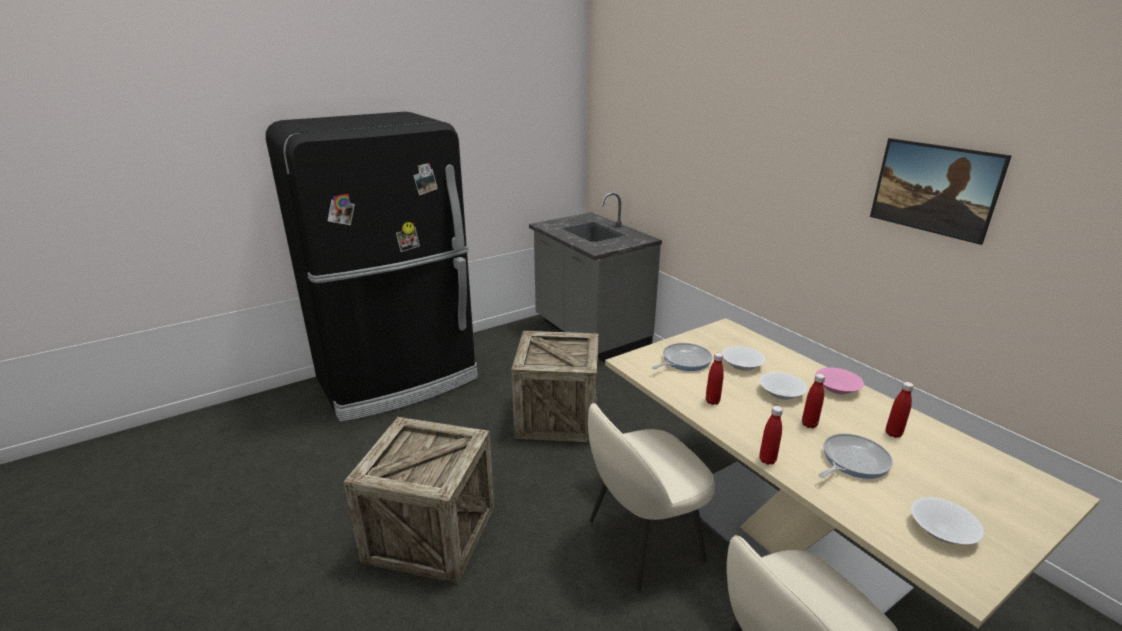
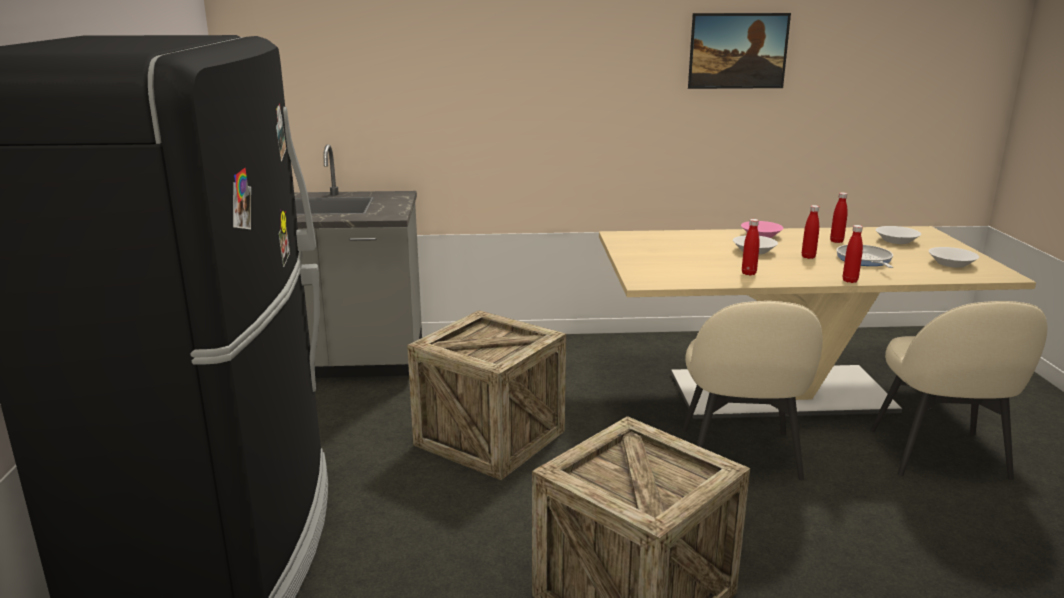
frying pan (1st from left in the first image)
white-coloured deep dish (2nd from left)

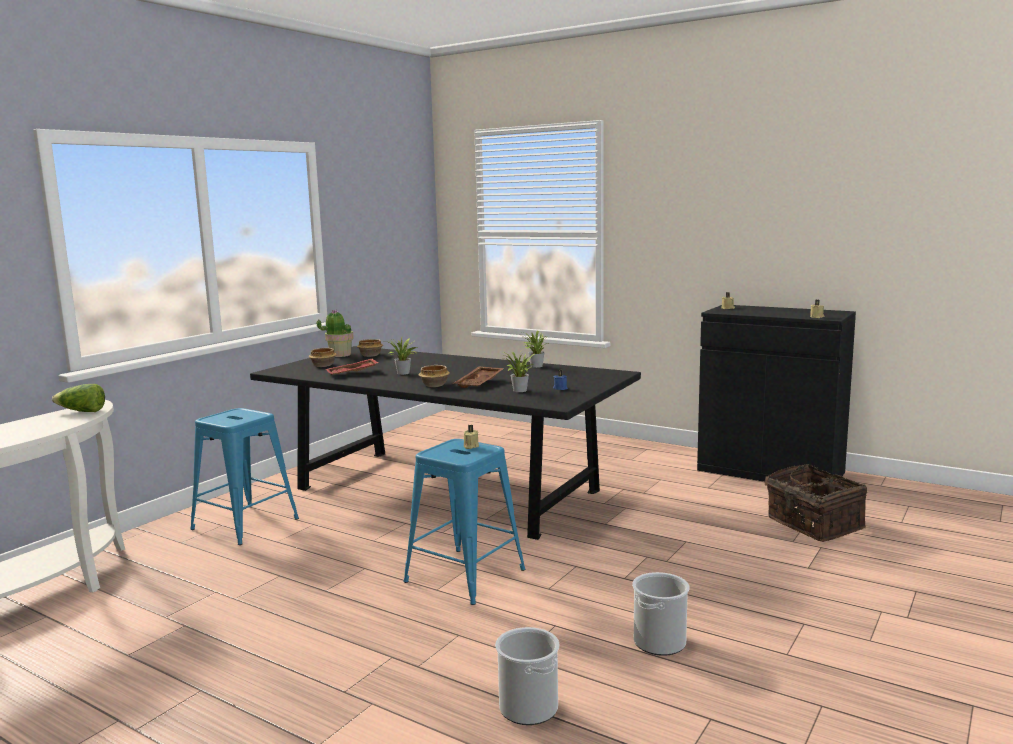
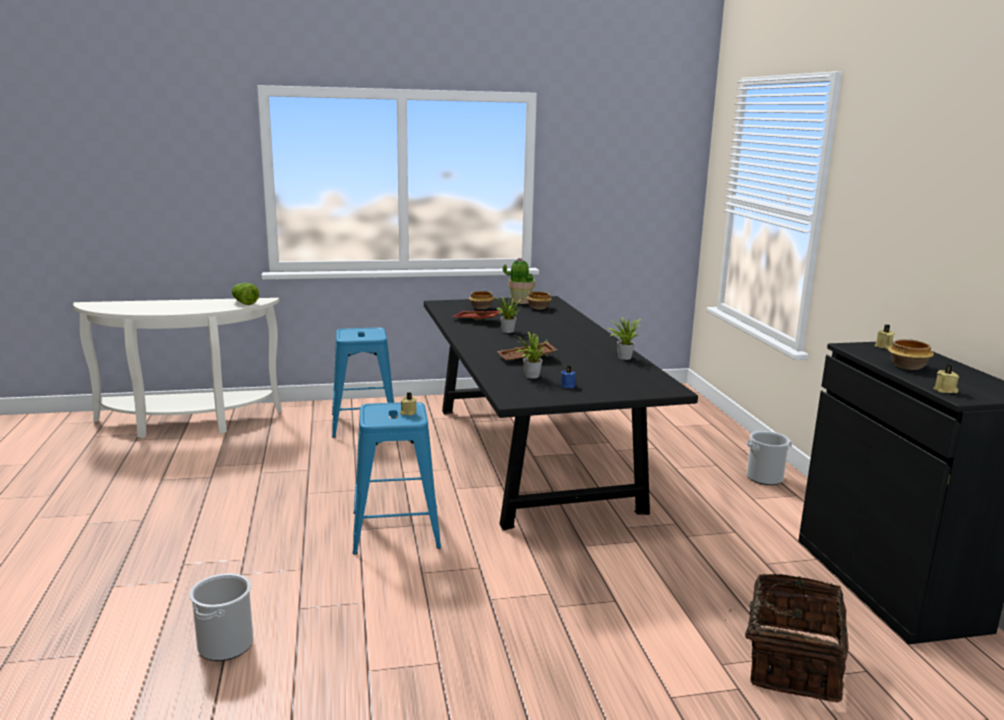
deep dish (3rd from left)
pail (2nd from left)

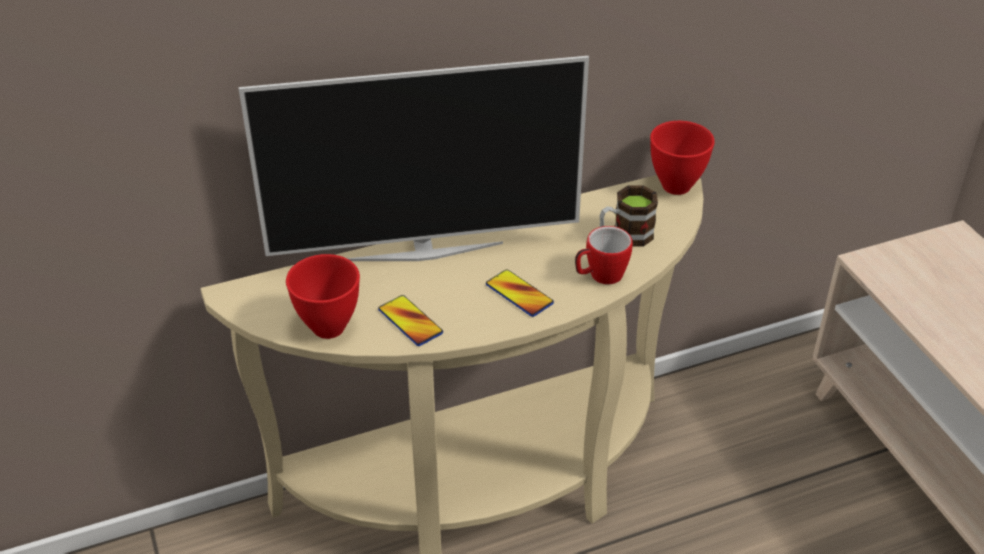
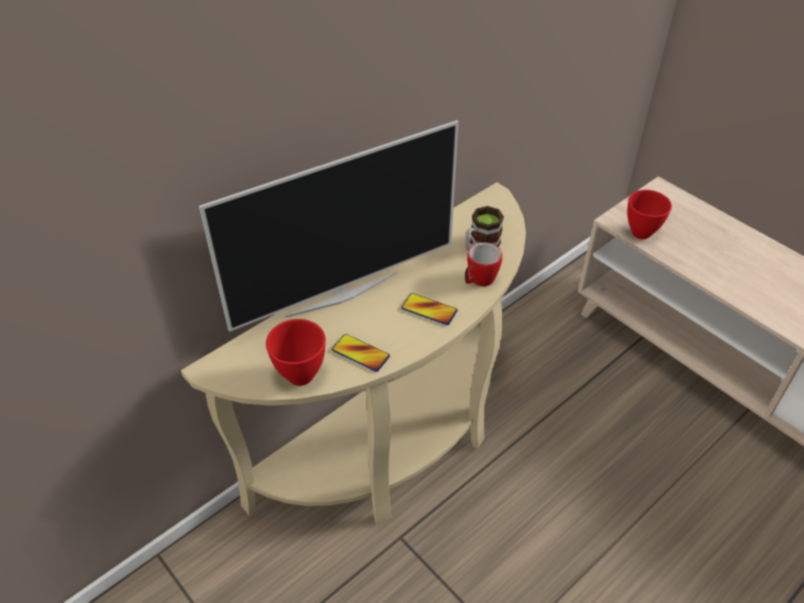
red-coloured deep dish (2nd from left)

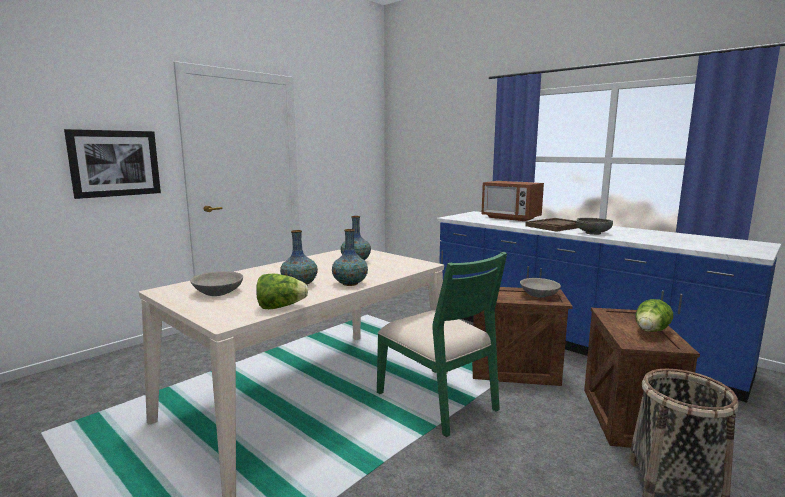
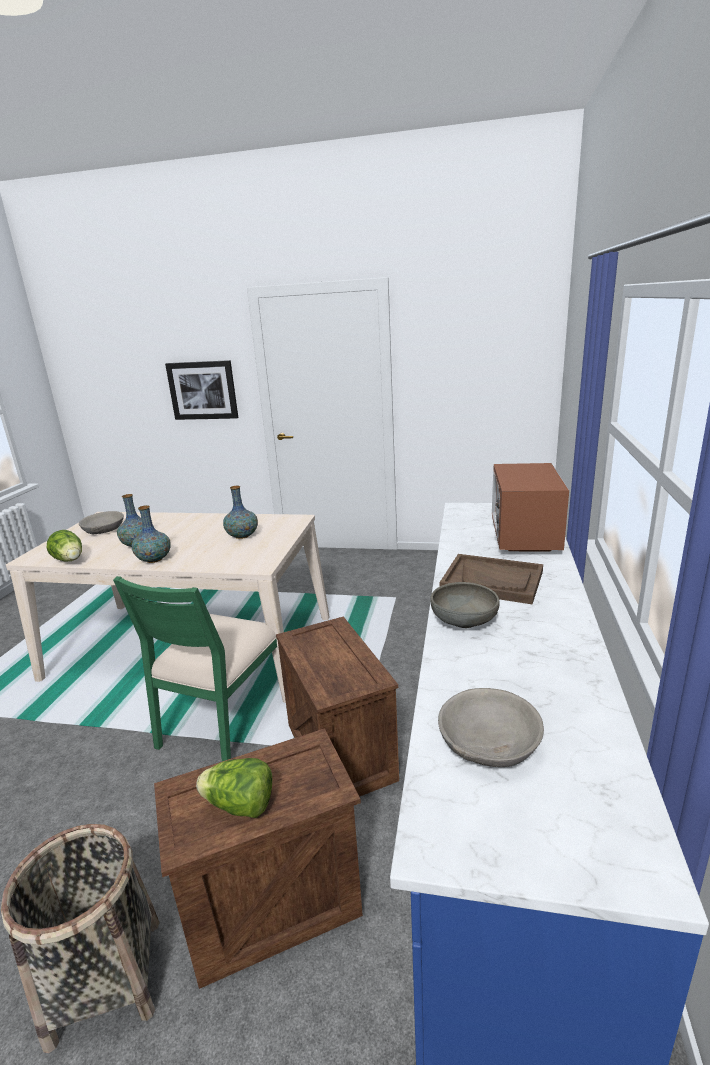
gray deep dish (3rd from left)

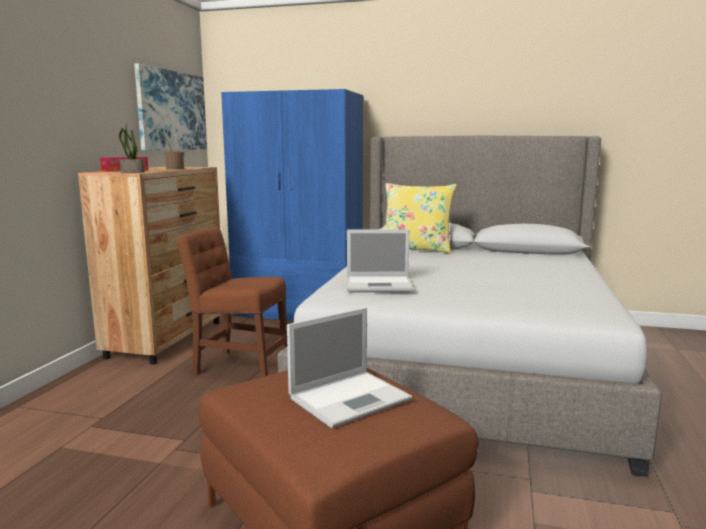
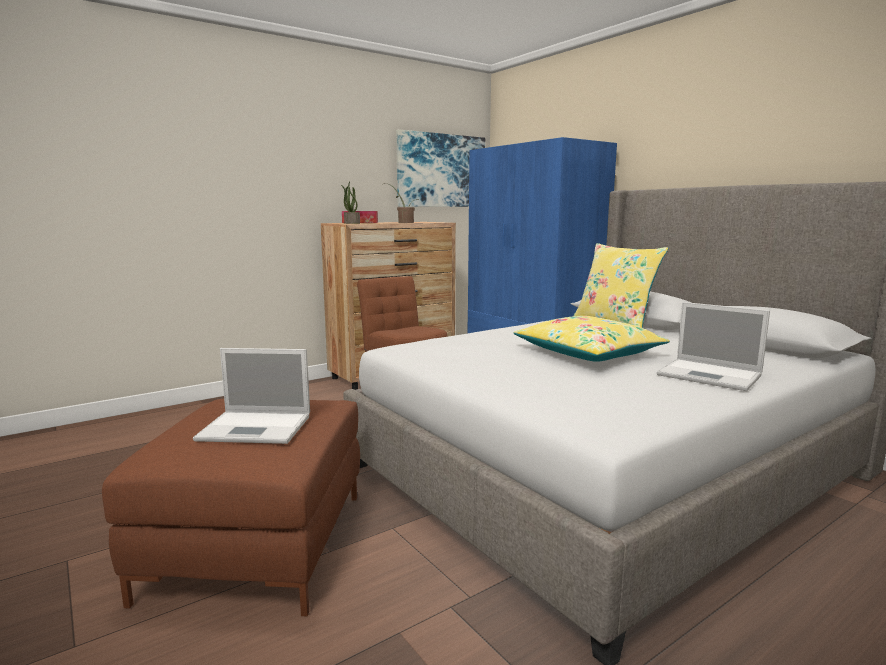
yellowish cushion (1st from left)
notebook computer (2nd from left)

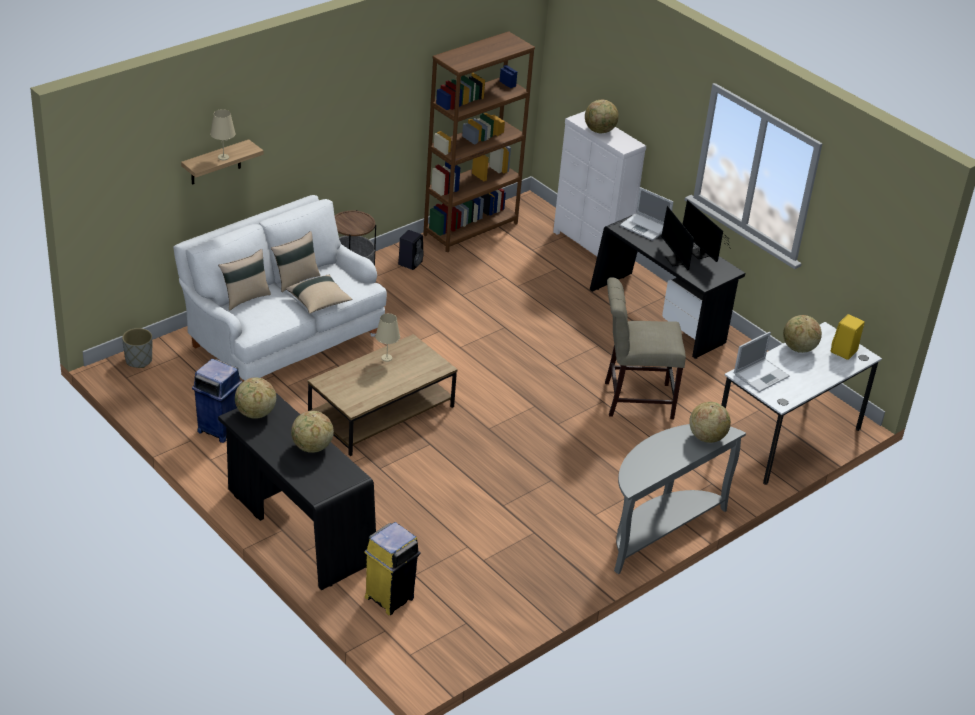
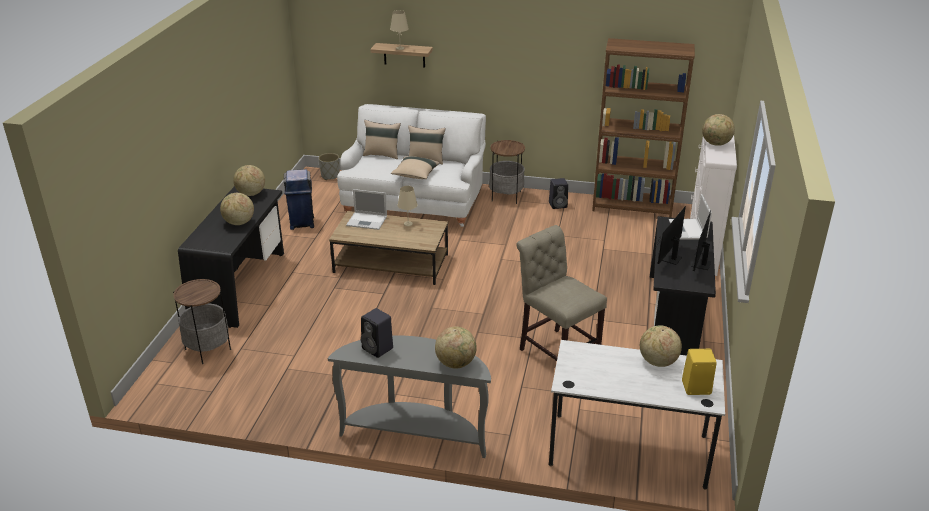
black speaker (1st from left)
notebook computer (1st from left)
side table (1st from left)

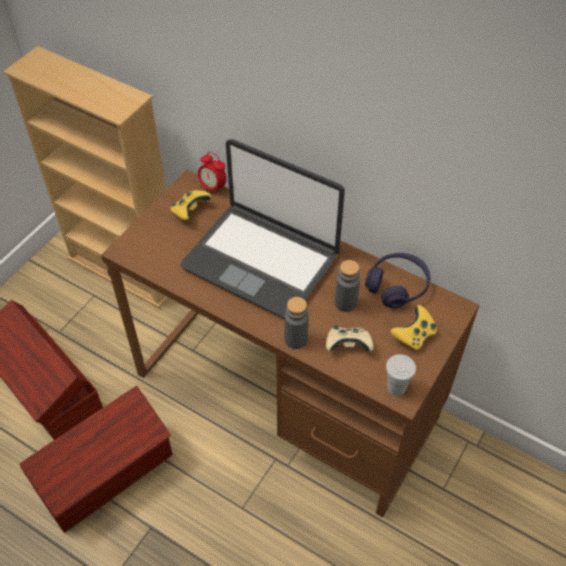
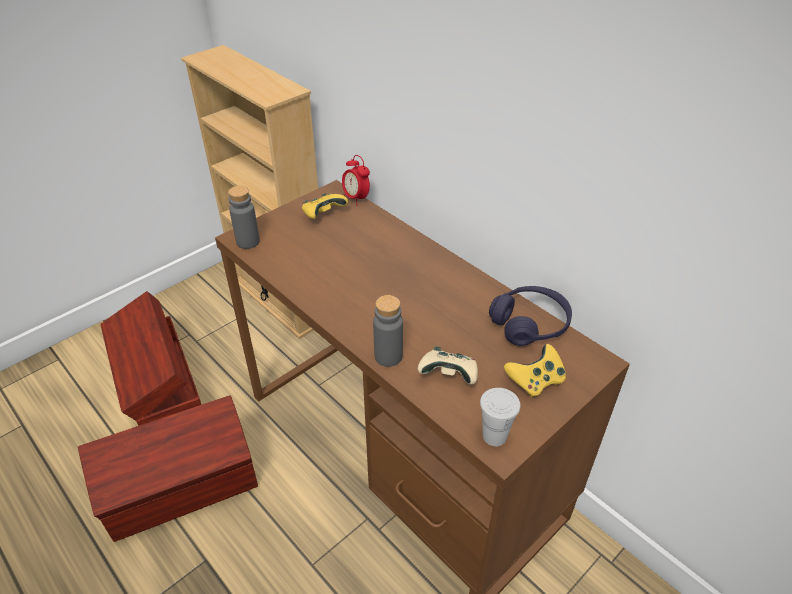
notebook computer
gray bottle (1st from left)

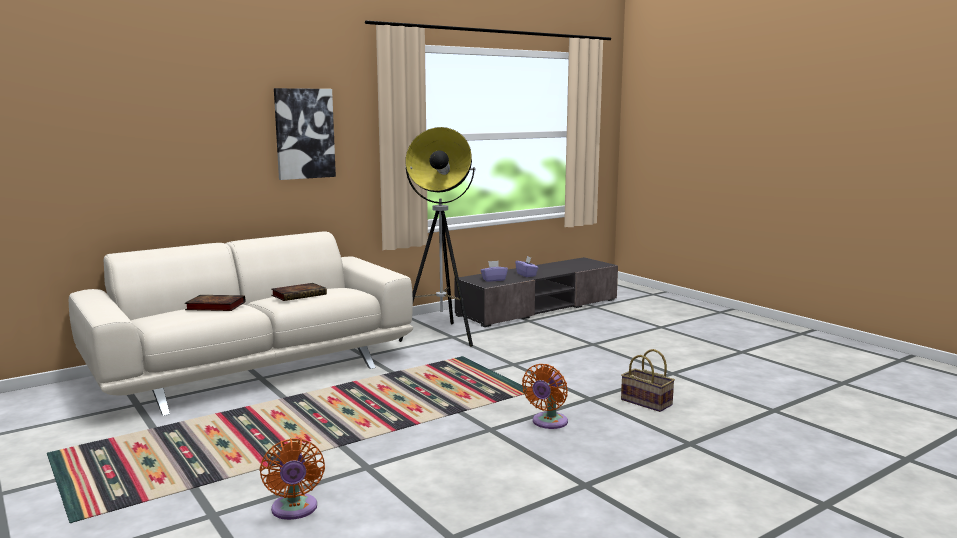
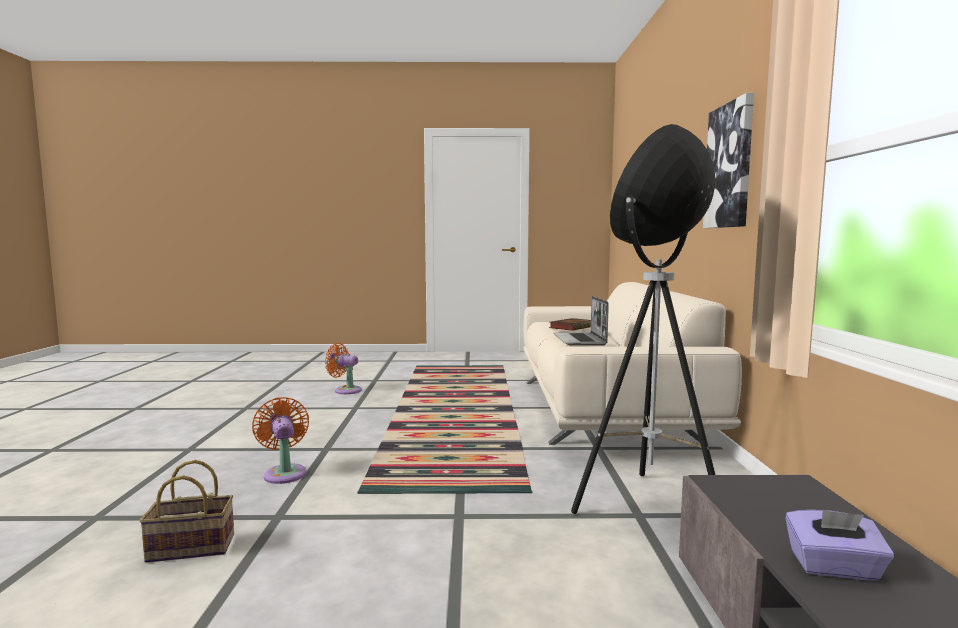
purple tissue box (1st from left in the first image)
notebook computer

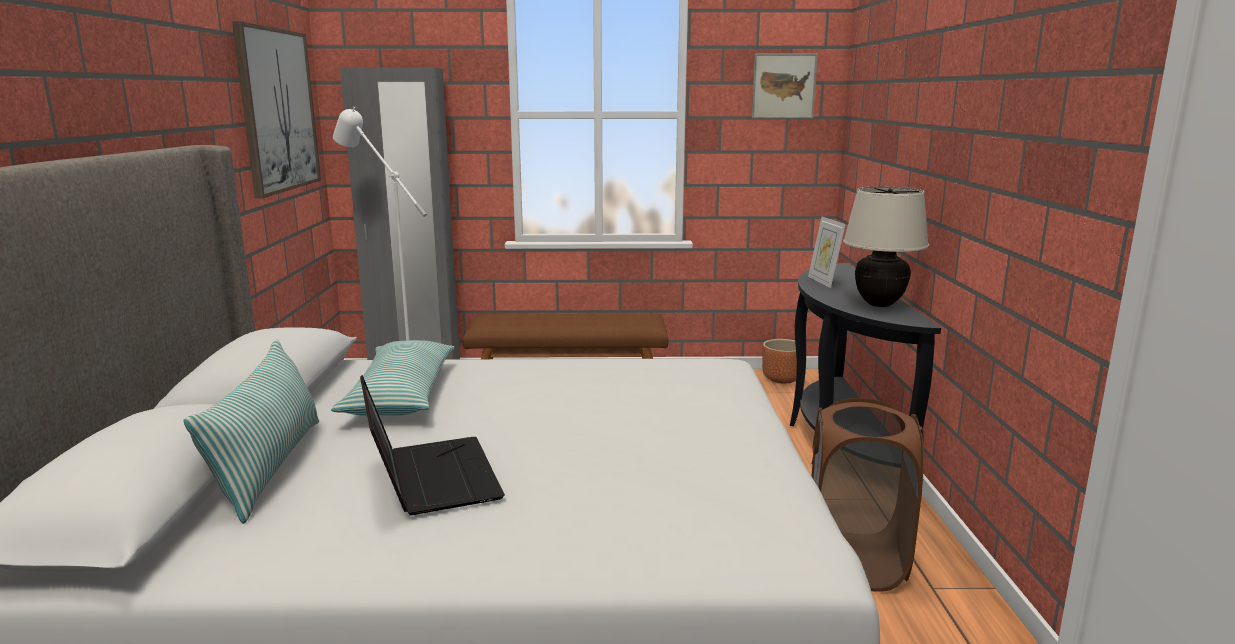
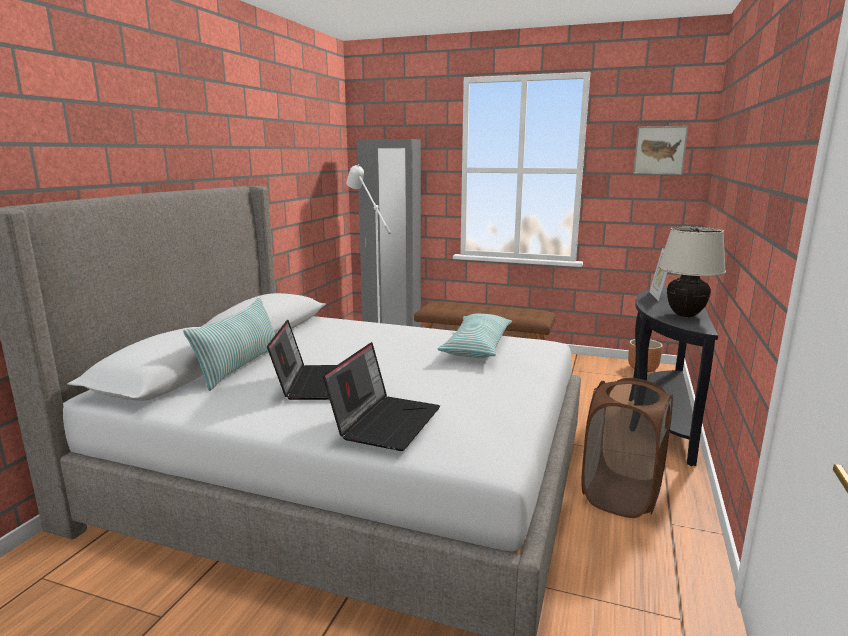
wall art (1st from left in the first image)
notebook computer (2nd from left)
cushion (2nd from left)

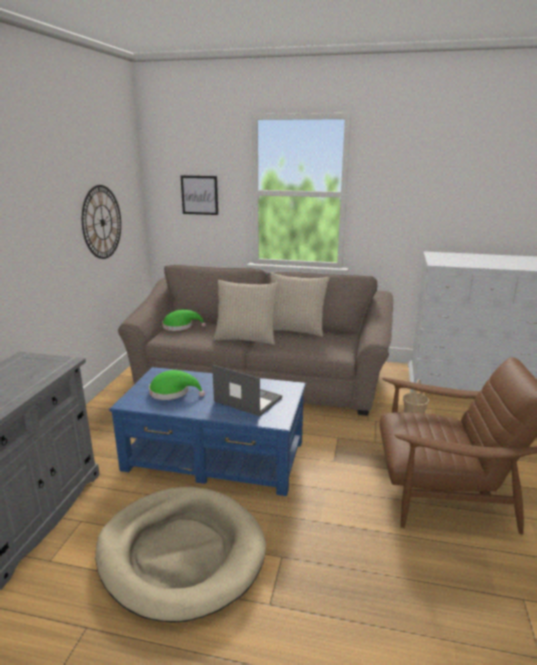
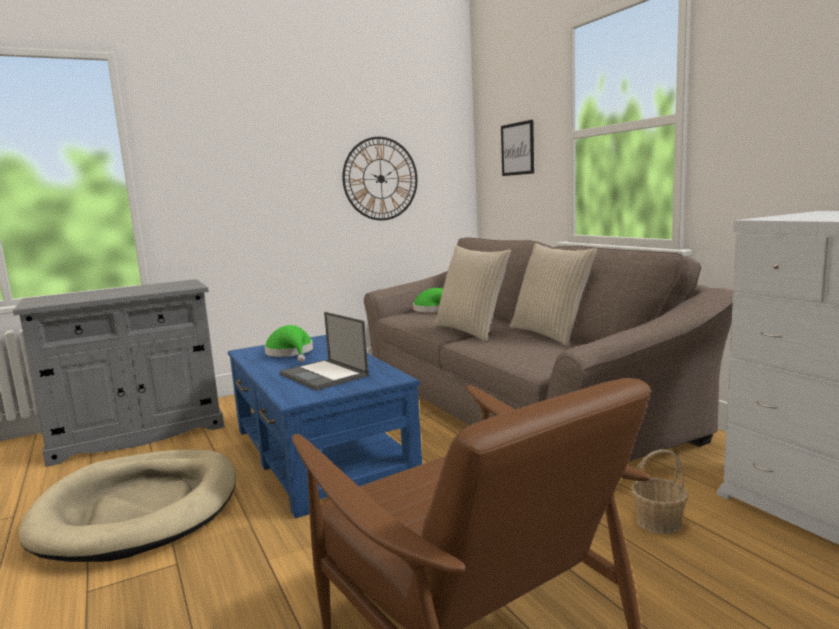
notebook computer

